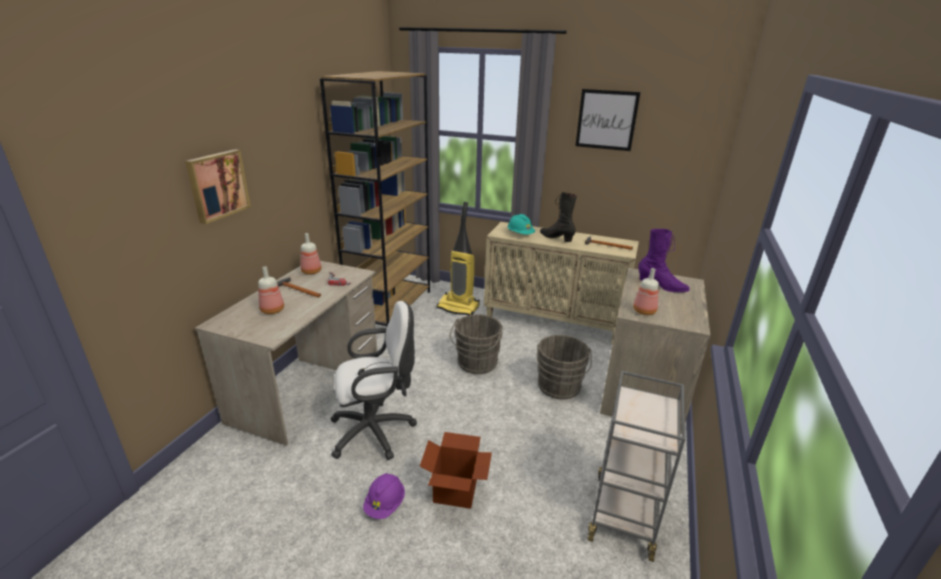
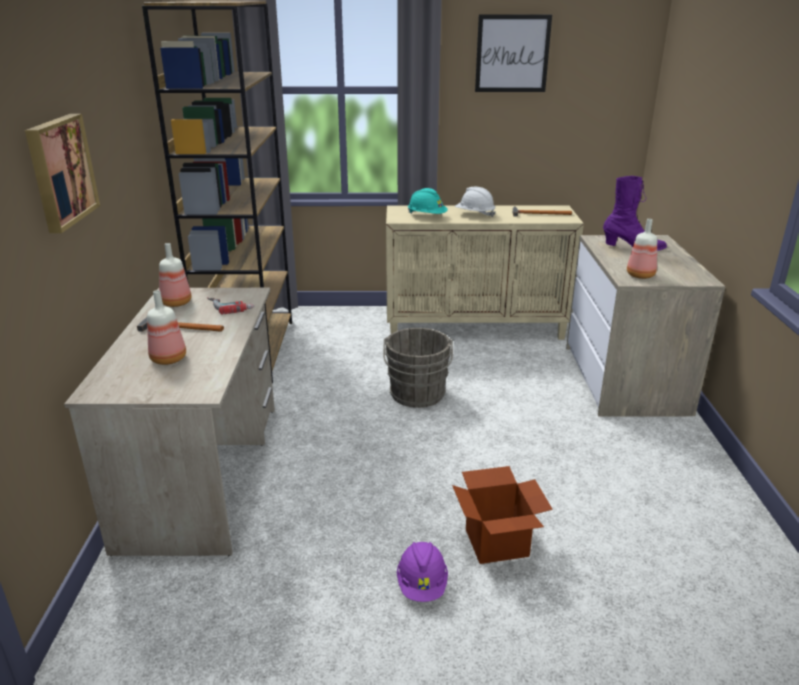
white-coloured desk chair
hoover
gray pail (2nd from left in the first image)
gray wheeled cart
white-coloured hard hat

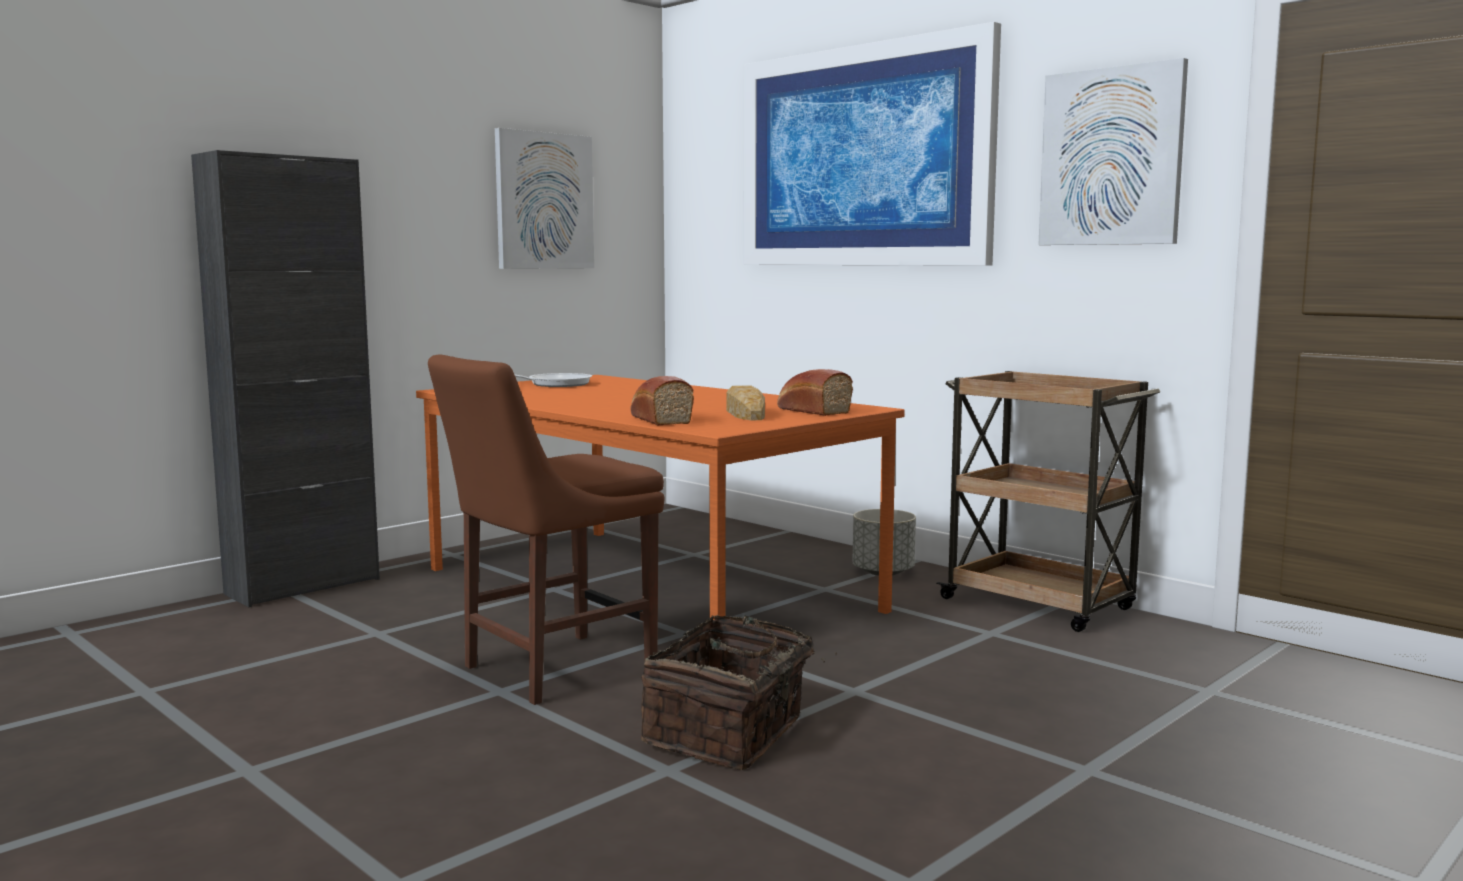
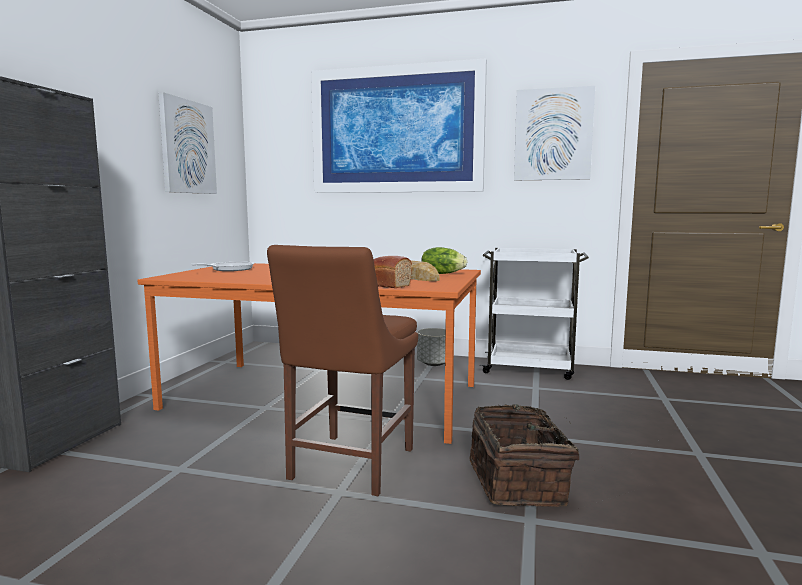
lettuce head
white-coloured wheeled cart

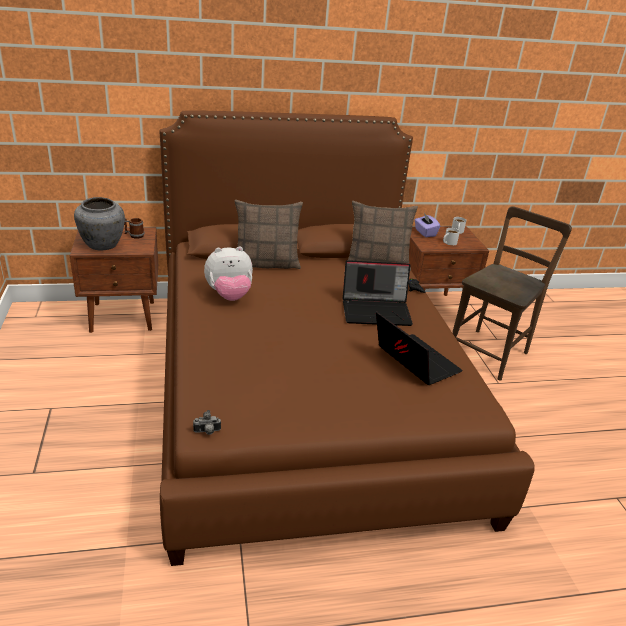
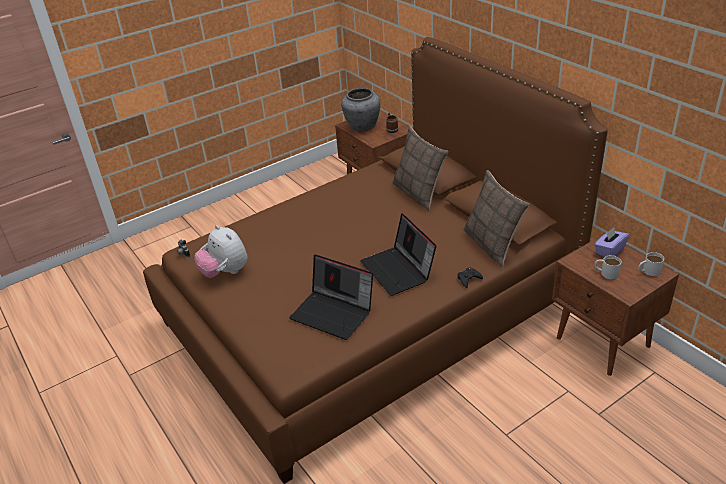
brown-coloured plain chair
soft toy
notebook computer (1st from left)

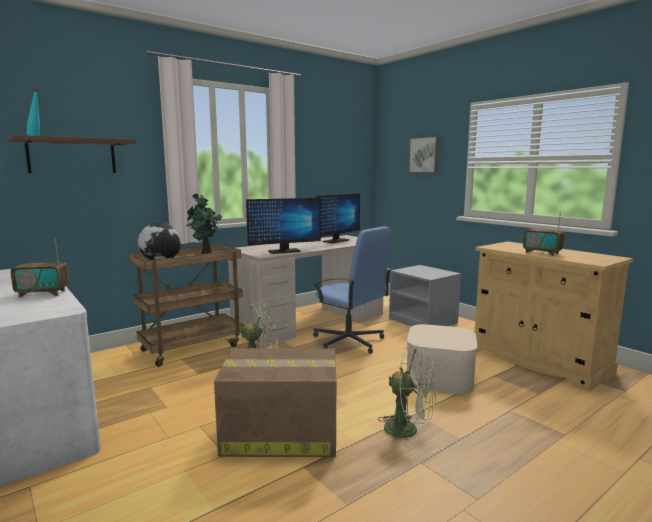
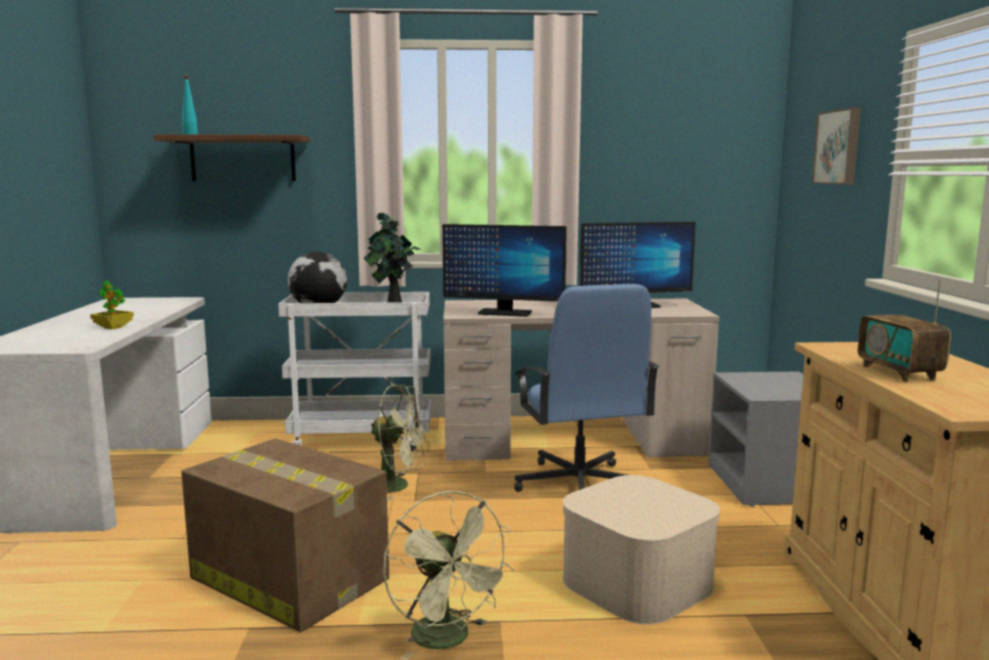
houseplant (1st from left)
white-coloured wheeled cart

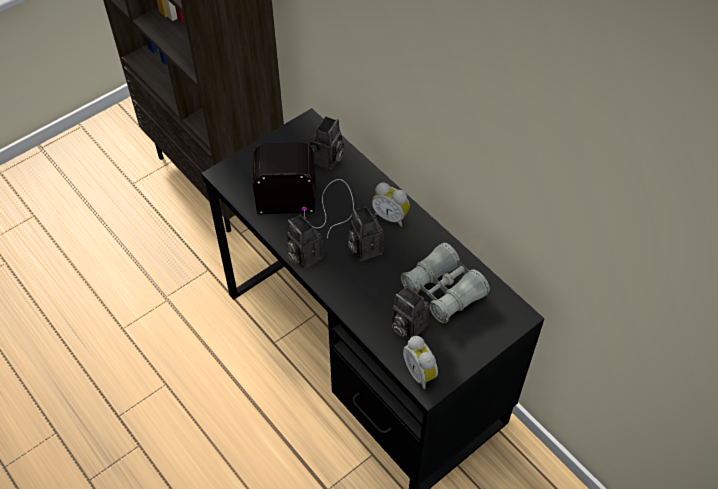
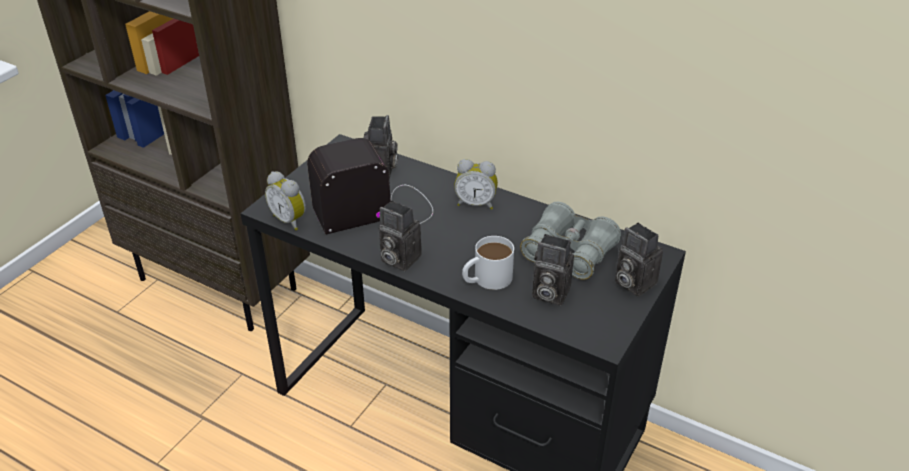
white-coloured tea mug
photo camera (4th from left)
table clock (1st from left)

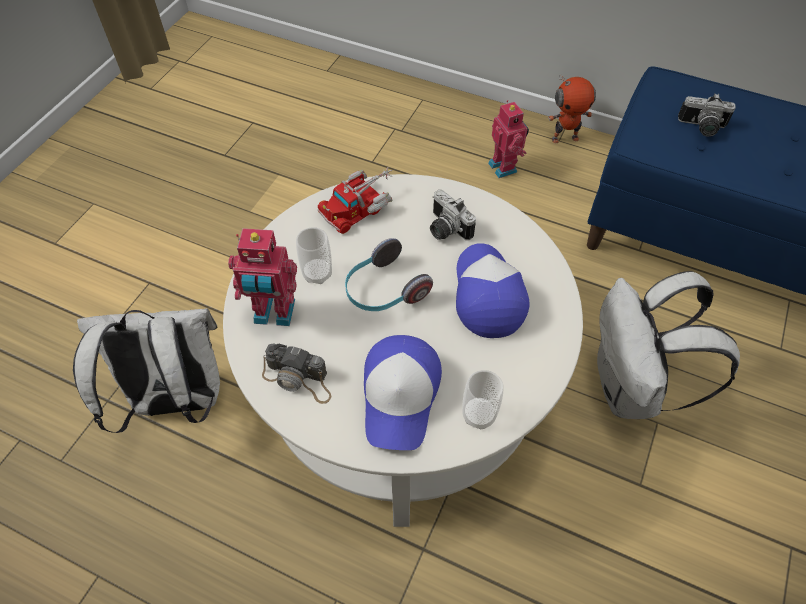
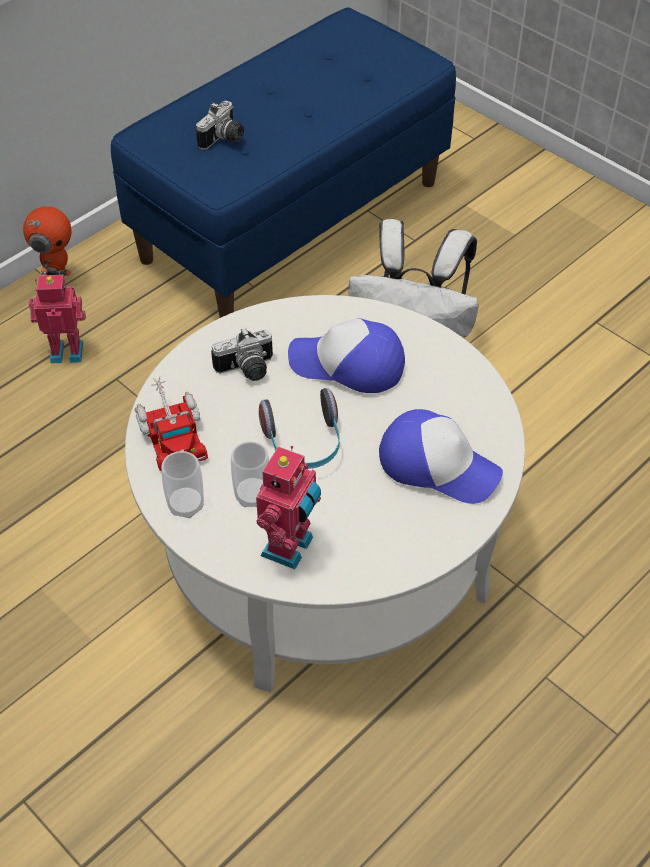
white-coloured knapsack (1st from left in the first image)
photo camera (1st from left in the first image)
cup (1st from left)

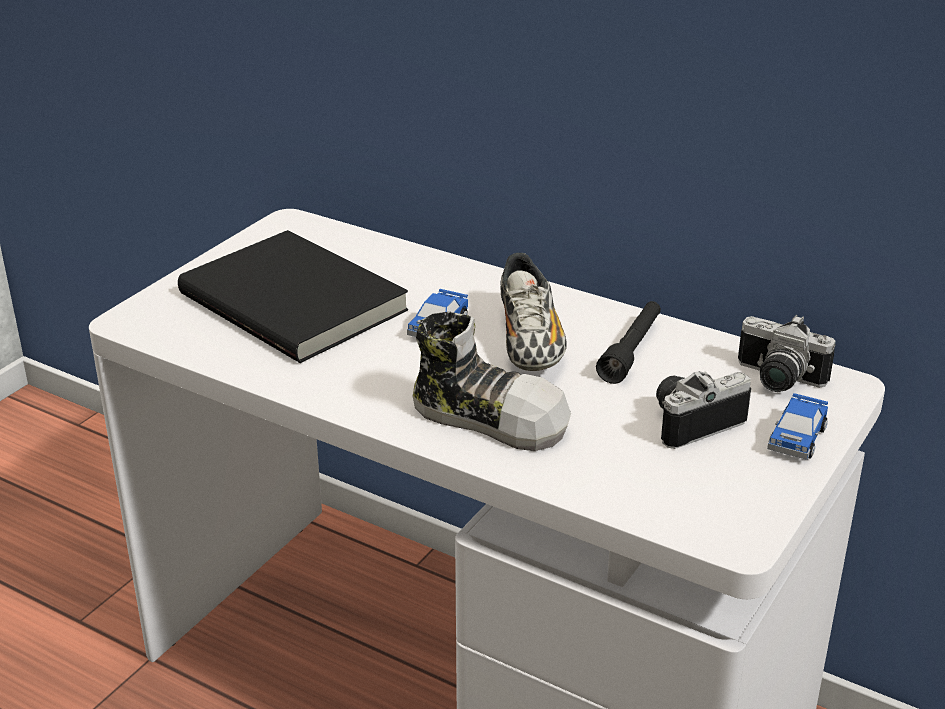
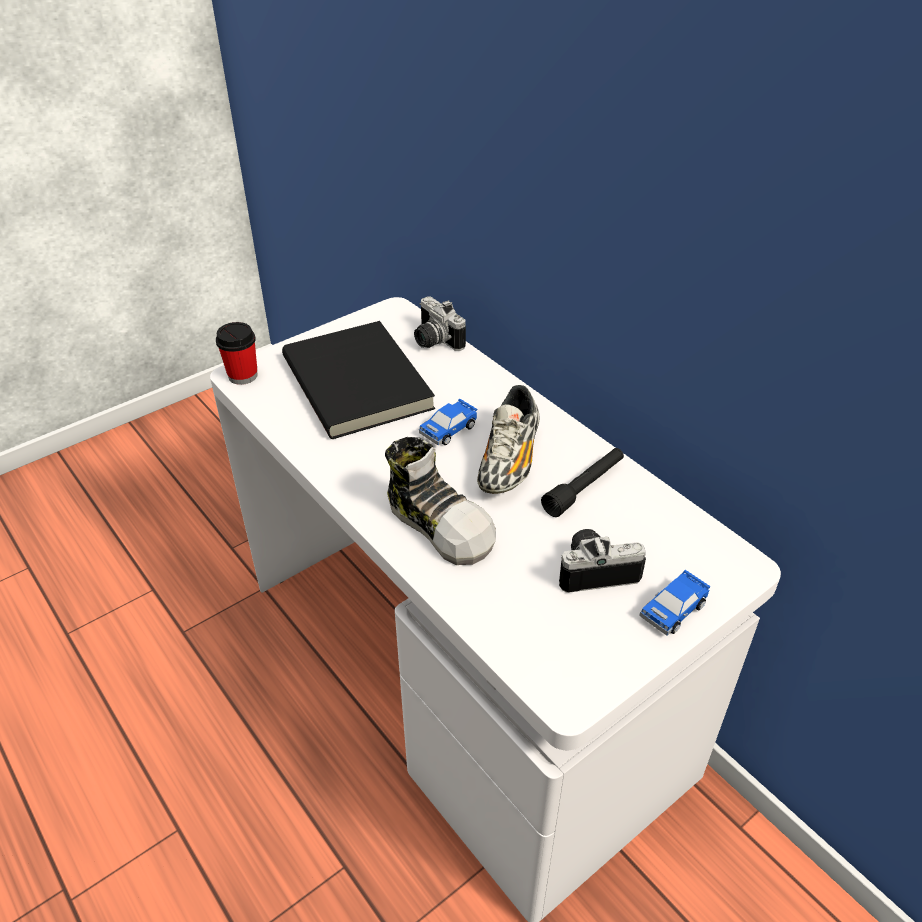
cup
photo camera (1st from left)

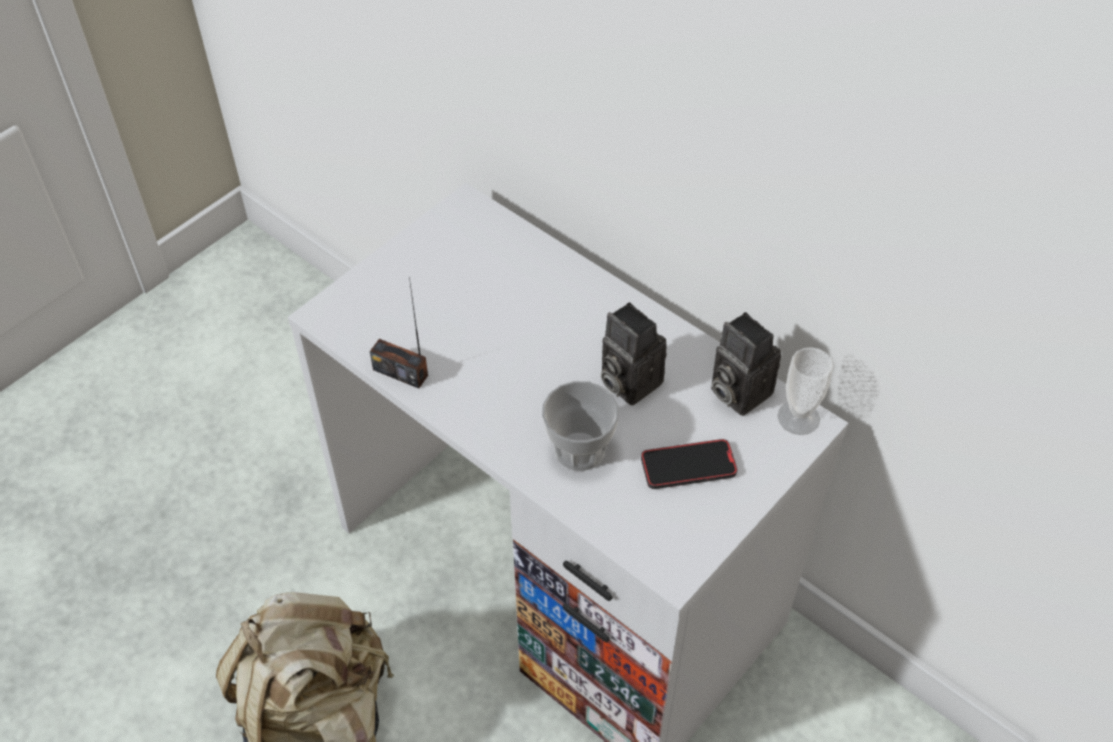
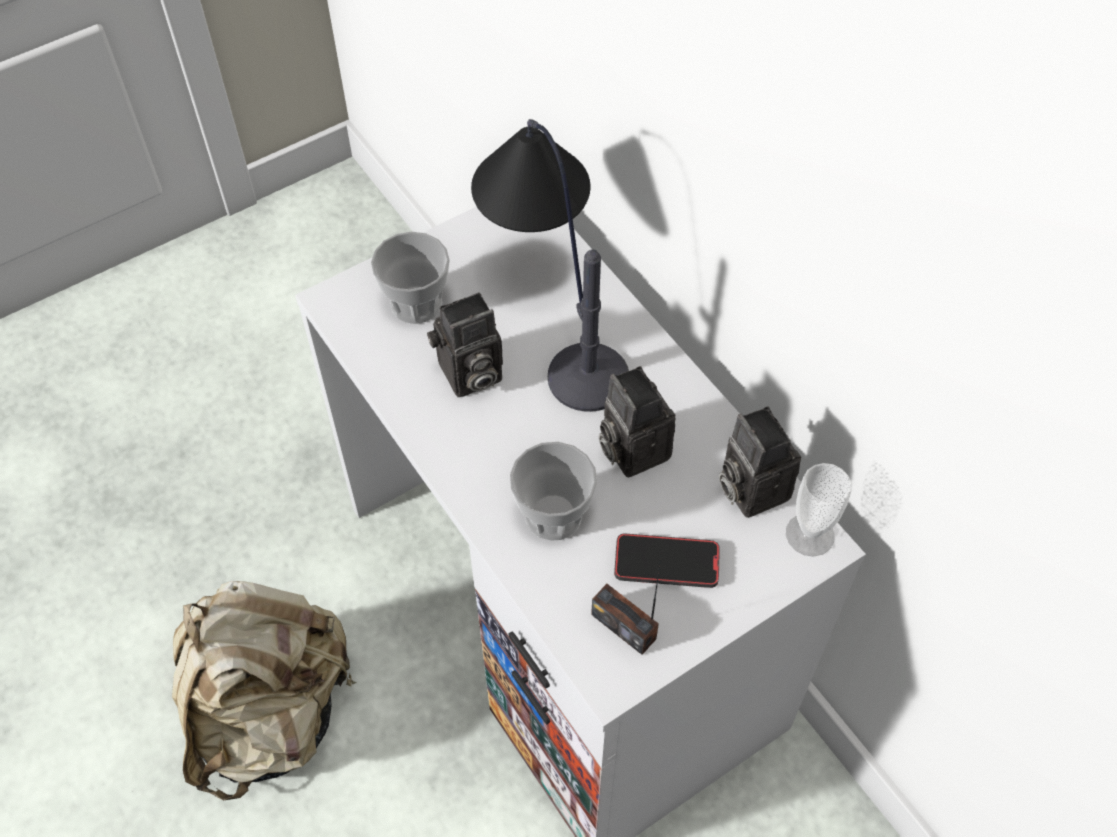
cup (1st from left)
photo camera (1st from left)
lamp for a table
radio receiver

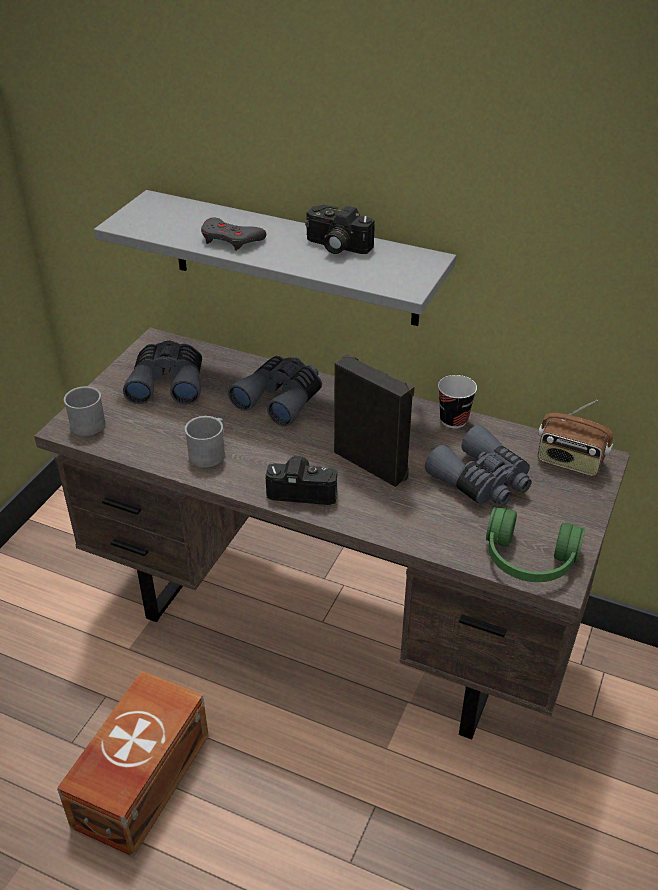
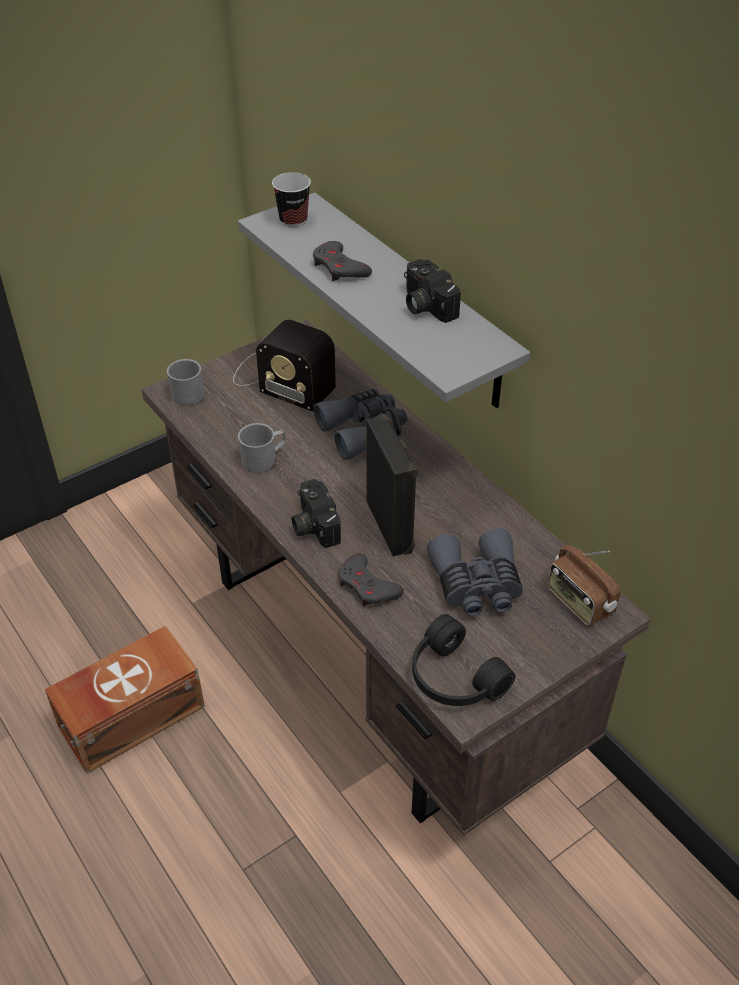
gray joypad (2nd from left)
cup
radio receiver (1st from left)
black pair of headphones
photo camera (1st from left)

